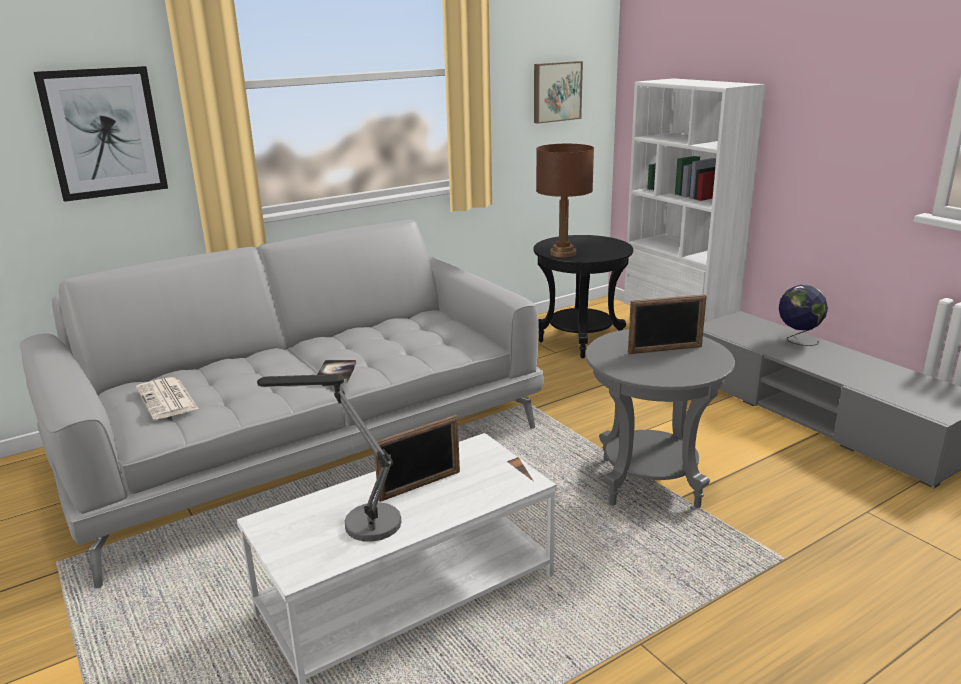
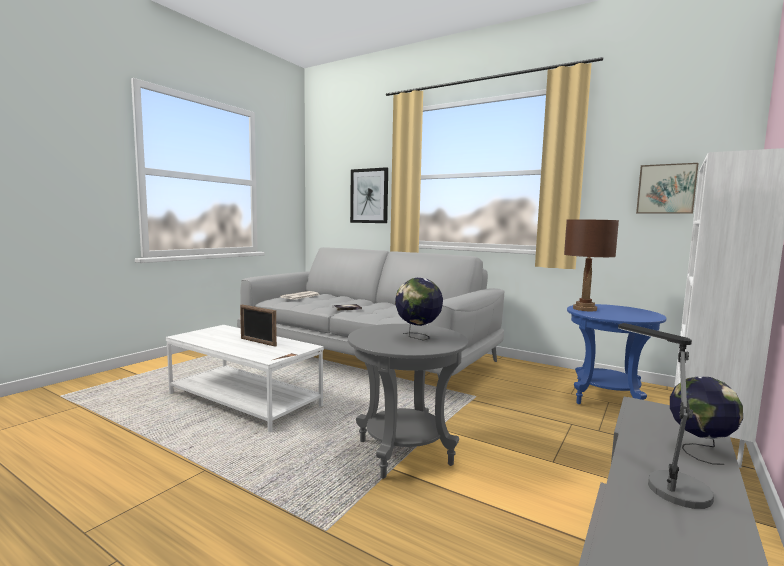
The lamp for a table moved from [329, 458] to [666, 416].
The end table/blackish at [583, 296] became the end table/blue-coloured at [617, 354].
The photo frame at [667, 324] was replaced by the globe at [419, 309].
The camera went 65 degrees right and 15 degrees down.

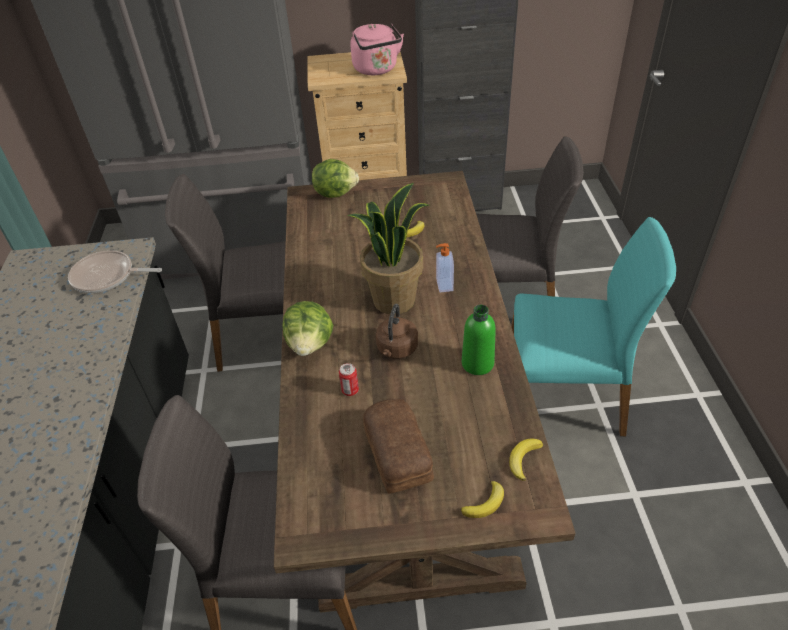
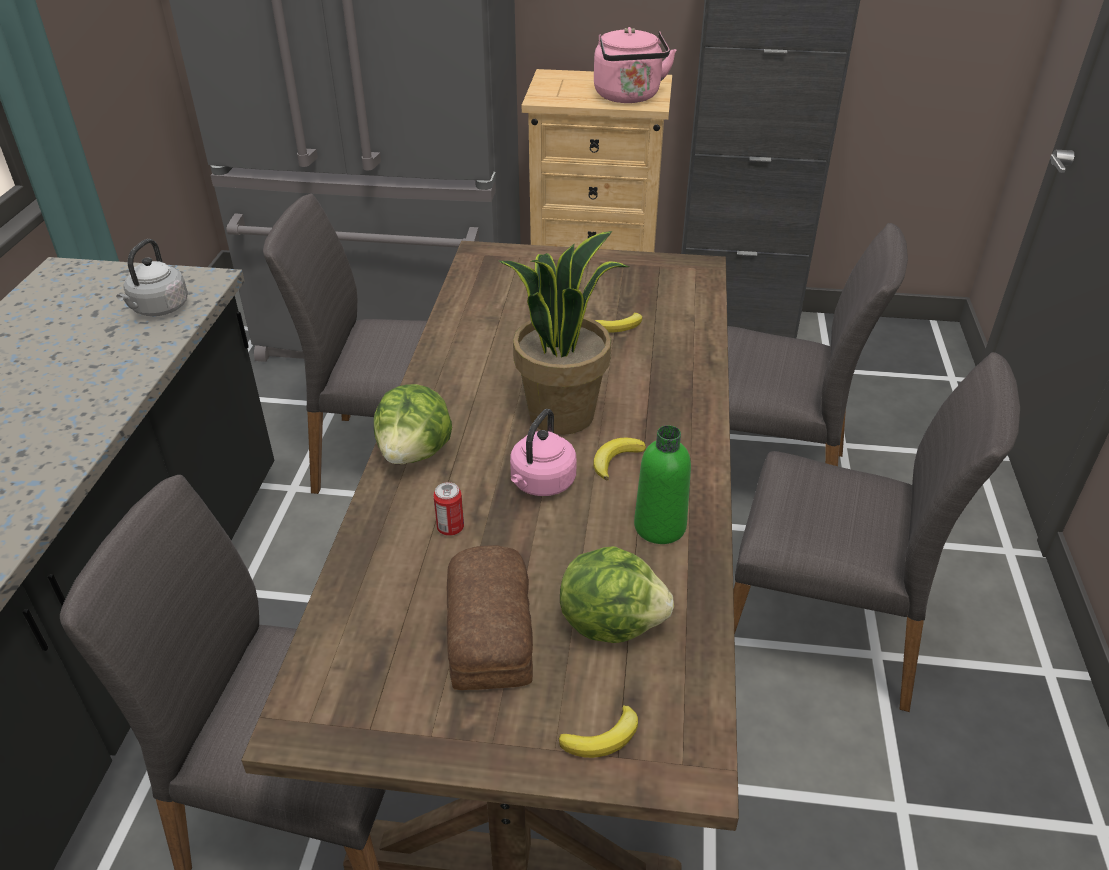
The skillet at [115, 271] was replaced by the kettle/grey at [152, 277].
The lettuce moved from [335, 178] to [617, 594].
The kettle/brown at [397, 331] became the kettle/pink at [543, 452].
The liquid soap bottle at [445, 267] disappeared.
The banana fruit moved from [526, 460] to [619, 459].
The upright chair/turquoise-coloured at [593, 327] became the upright chair/grey at [876, 532].
The camera went 10 degrees right and 5 degrees down.

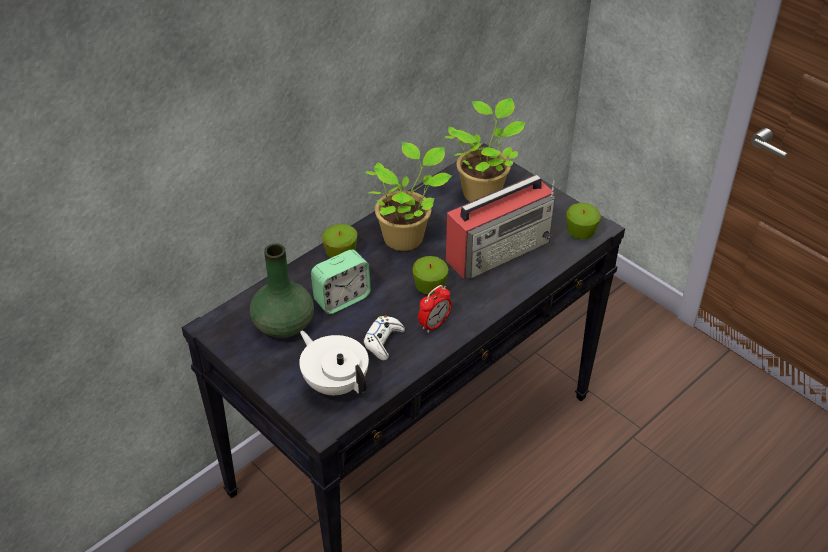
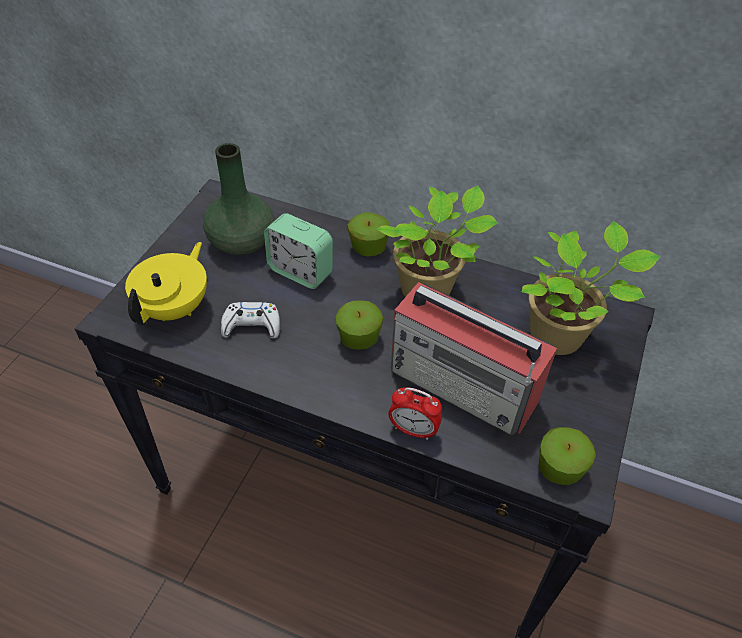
The teapot/whitish at [334, 363] became the teapot/yellow-coloured at [166, 283].
The bedside clock moved from [435, 309] to [415, 413].
The camera went 65 degrees right and 5 degrees up.

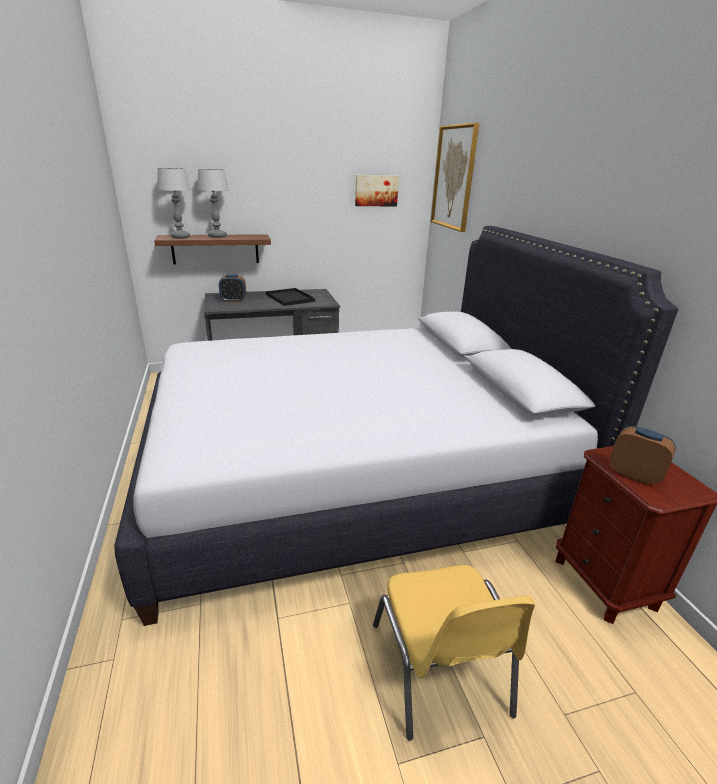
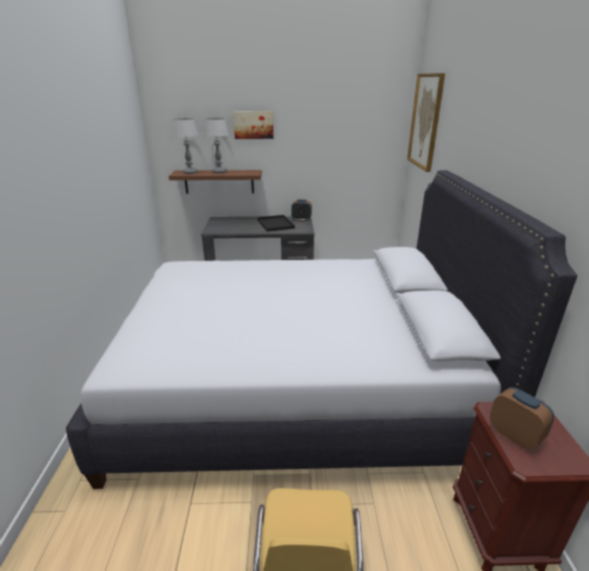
The bedside clock moved from [232, 288] to [301, 210].
The wall art moved from [377, 191] to [253, 125].
The camera went 15 degrees right and 0 degrees up.

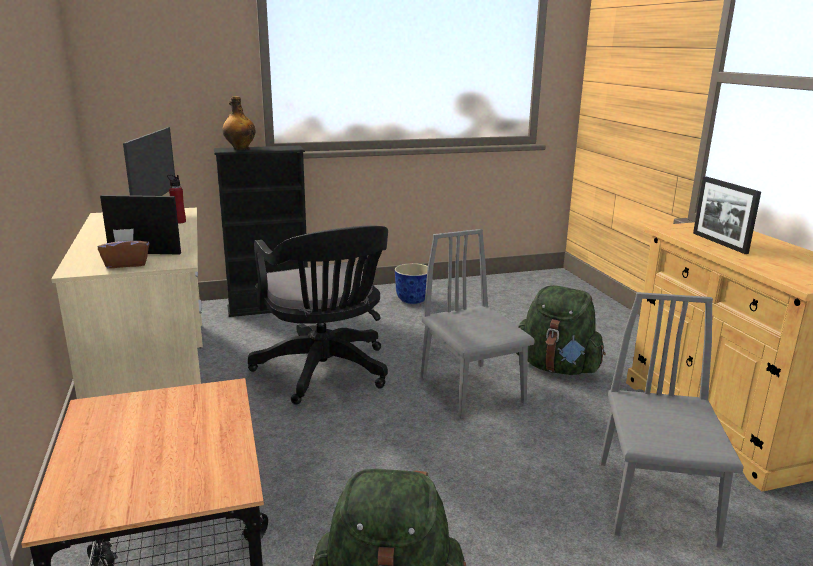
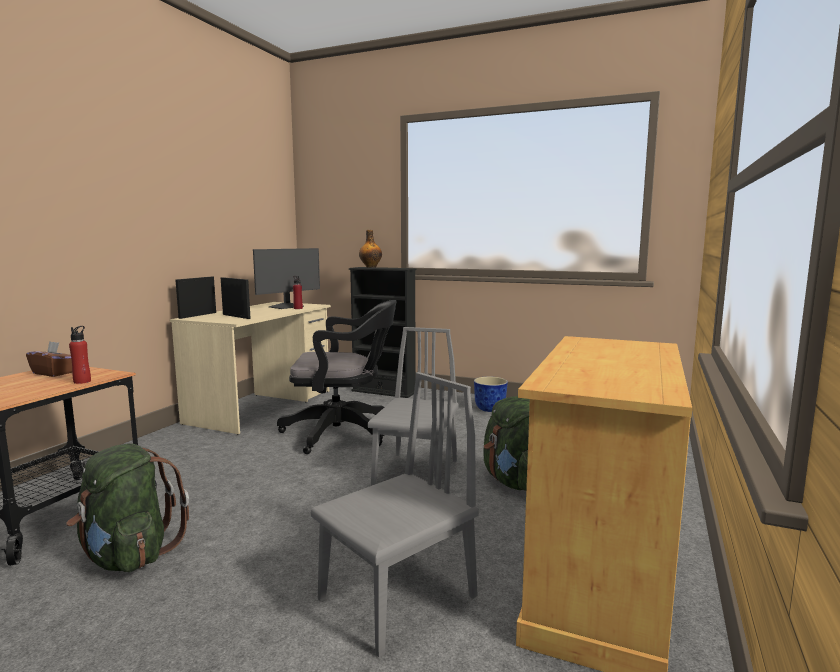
The box of tissues/brown moved from [124, 248] to [49, 359].
The desk chair/blackish at [318, 315] turned 105 degrees counterclockwise.
The photo frame moved from [727, 215] to [196, 298].
The bottle/red at [80, 355] appeared.
The camera went 40 degrees right and 10 degrees down.

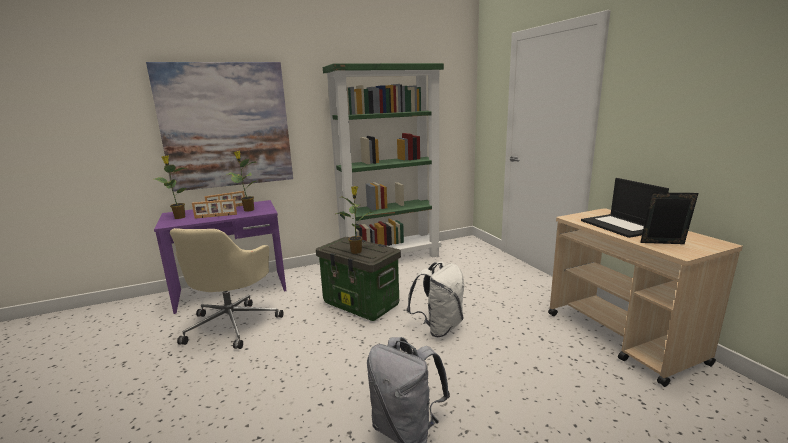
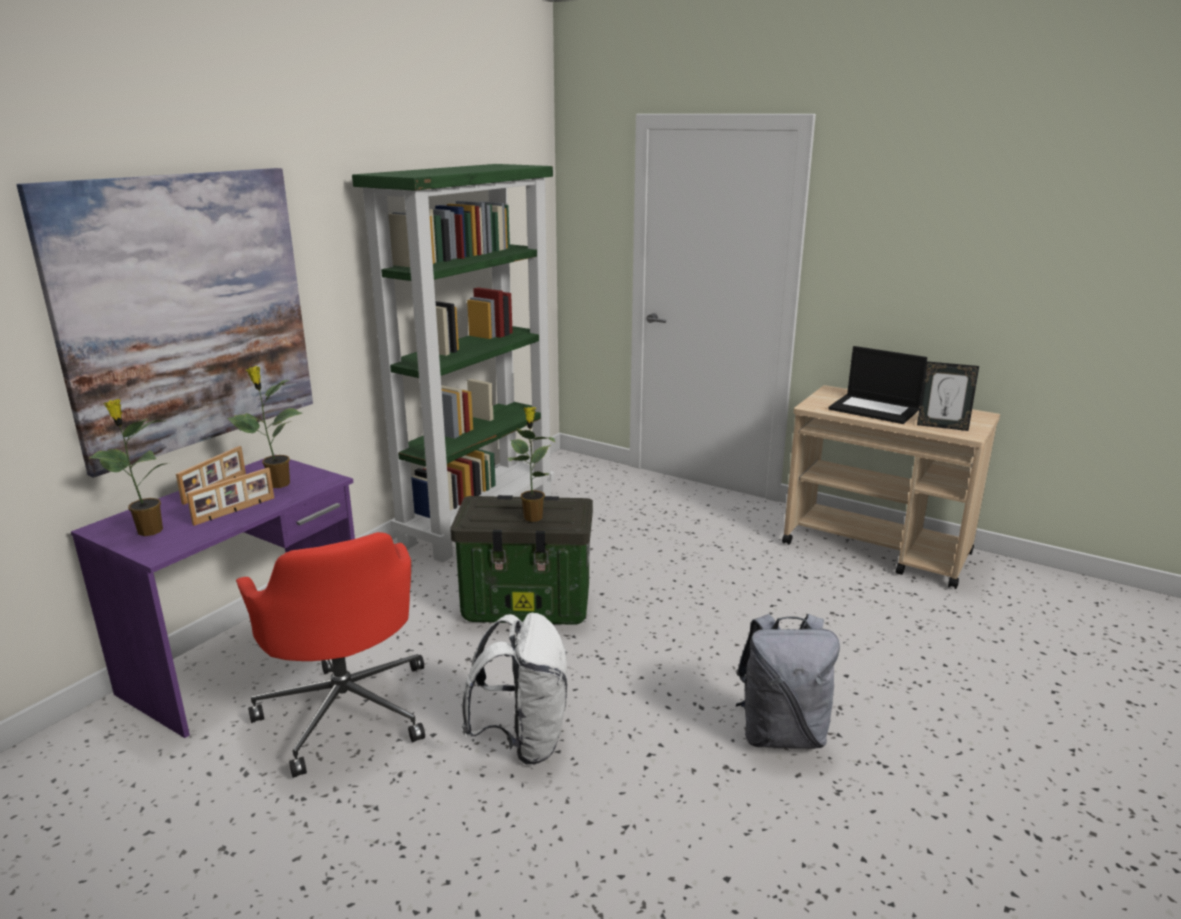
The desk chair/beige-coloured at [227, 288] became the desk chair/red at [330, 655].
The rucksack/whitish moved from [435, 299] to [514, 689].
The photo frame at [669, 218] turned 135 degrees counterclockwise.
The camera went 35 degrees left and 5 degrees up.

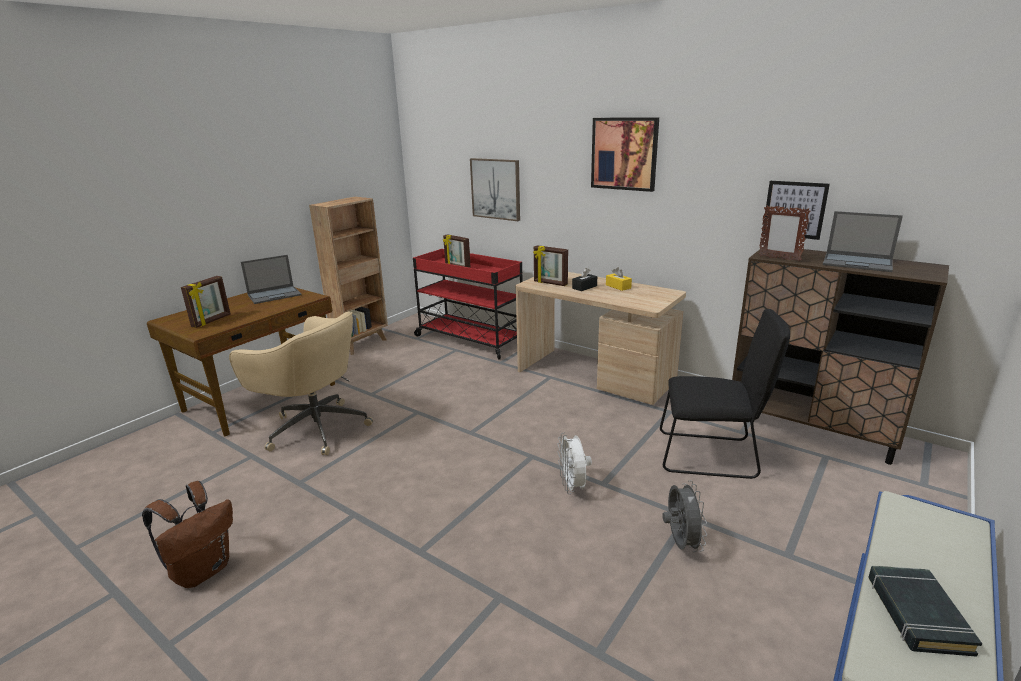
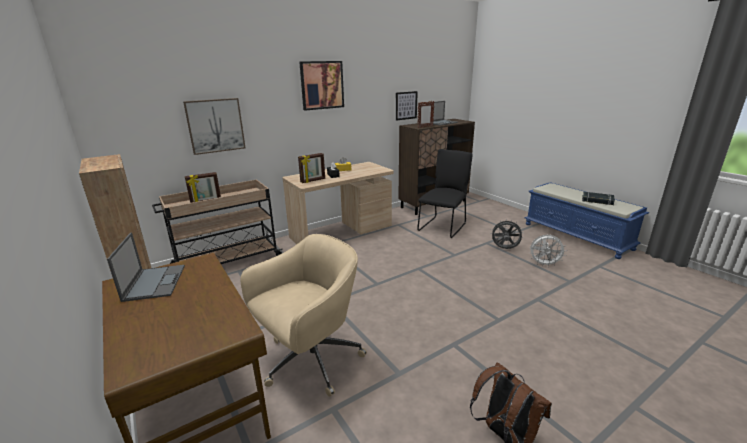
The photo frame at [205, 302] disappeared.
The cart/red at [468, 304] became the cart/beige-coloured at [217, 221].
The cooling fan/whitish moved from [574, 463] to [546, 251].
The camera went 70 degrees left and 0 degrees up.

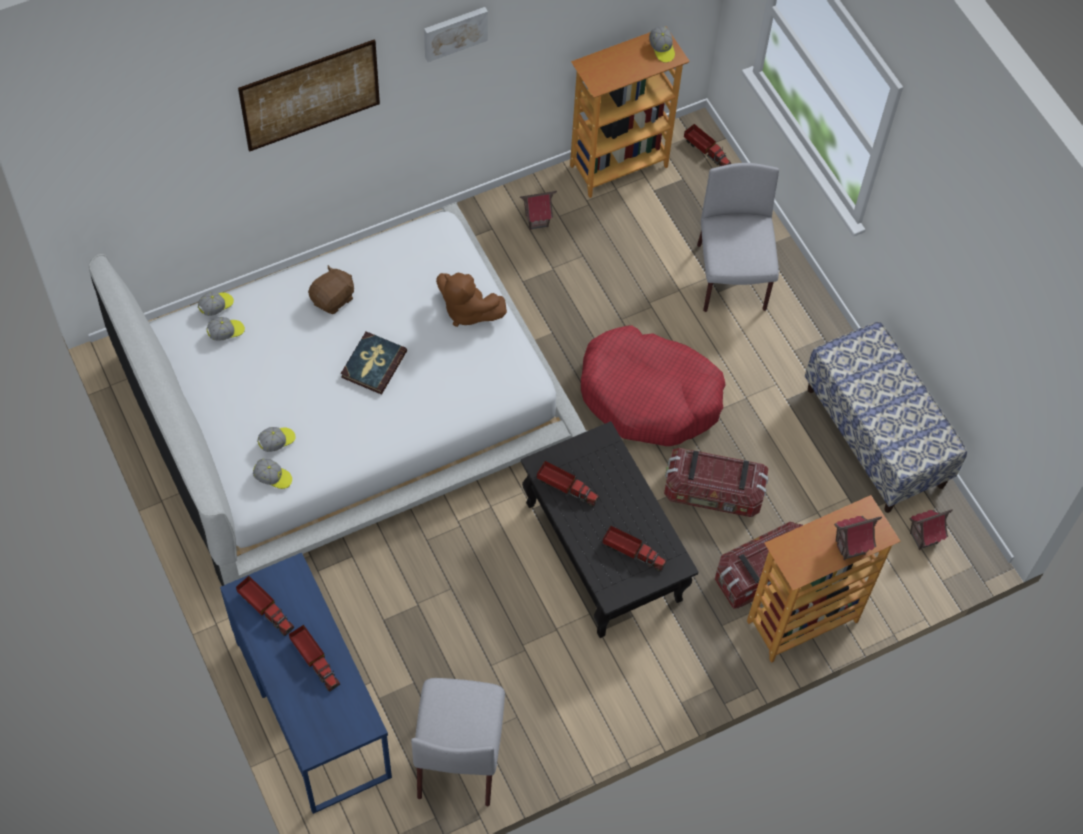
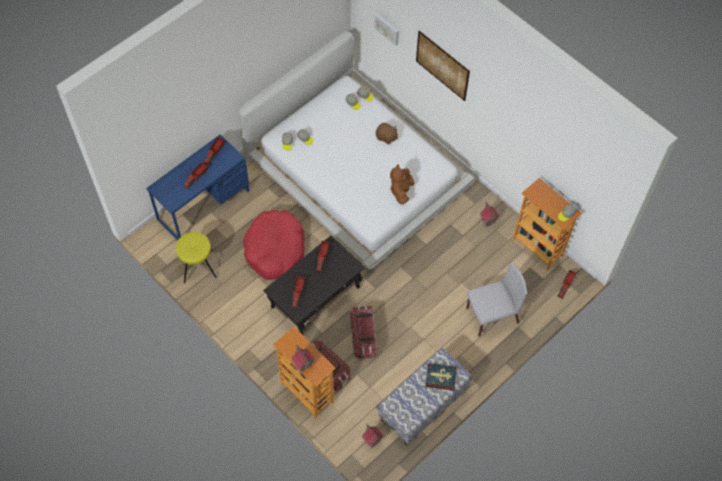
The volume moved from [374, 362] to [441, 377].
The upright chair/grey at [458, 742] was replaced by the stool seat/yellow-coloured at [196, 258].
The wall art moved from [456, 34] to [386, 29].
The dog cushion/red moved from [653, 385] to [274, 245].
The camera went 75 degrees right and 0 degrees up.

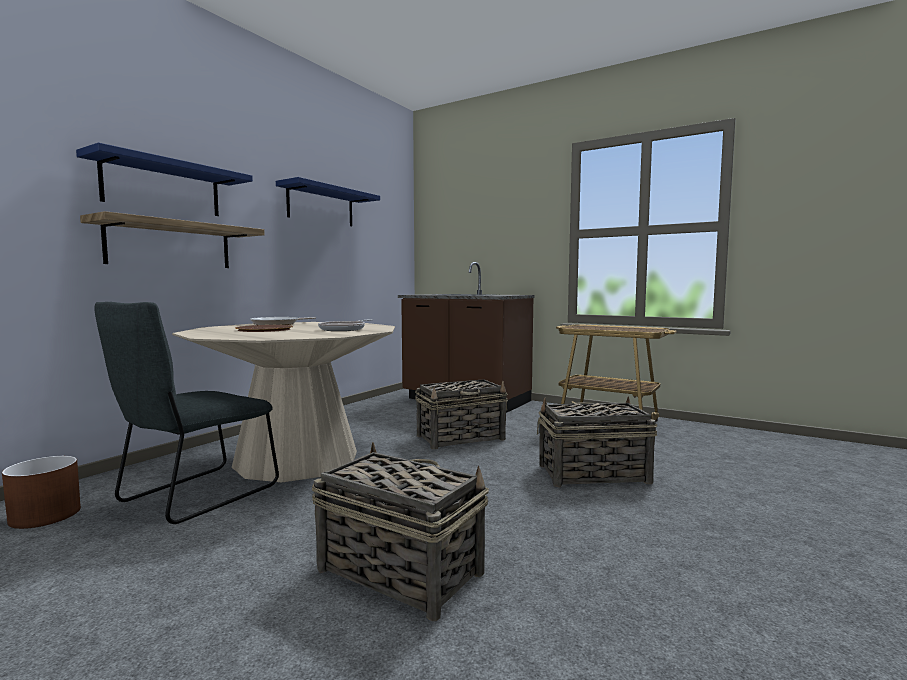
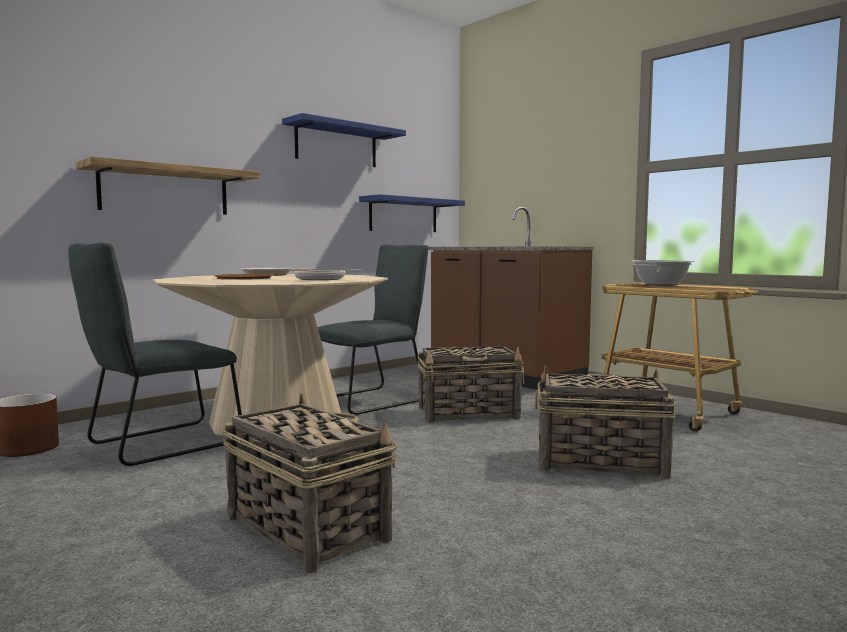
The wall shelf/blue-coloured moved from [164, 179] to [412, 213].
The upright chair/grey at [373, 329] appeared.
The cooking pot at [663, 273] appeared.
The camera went 15 degrees right and 0 degrees up.

